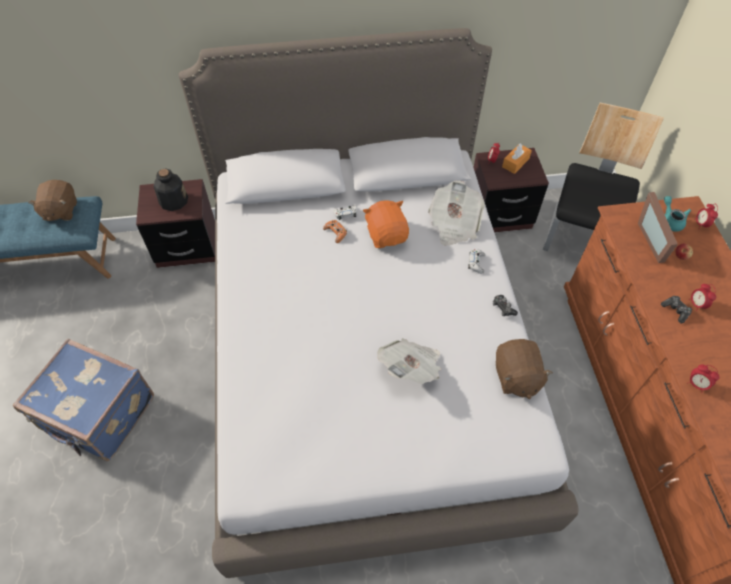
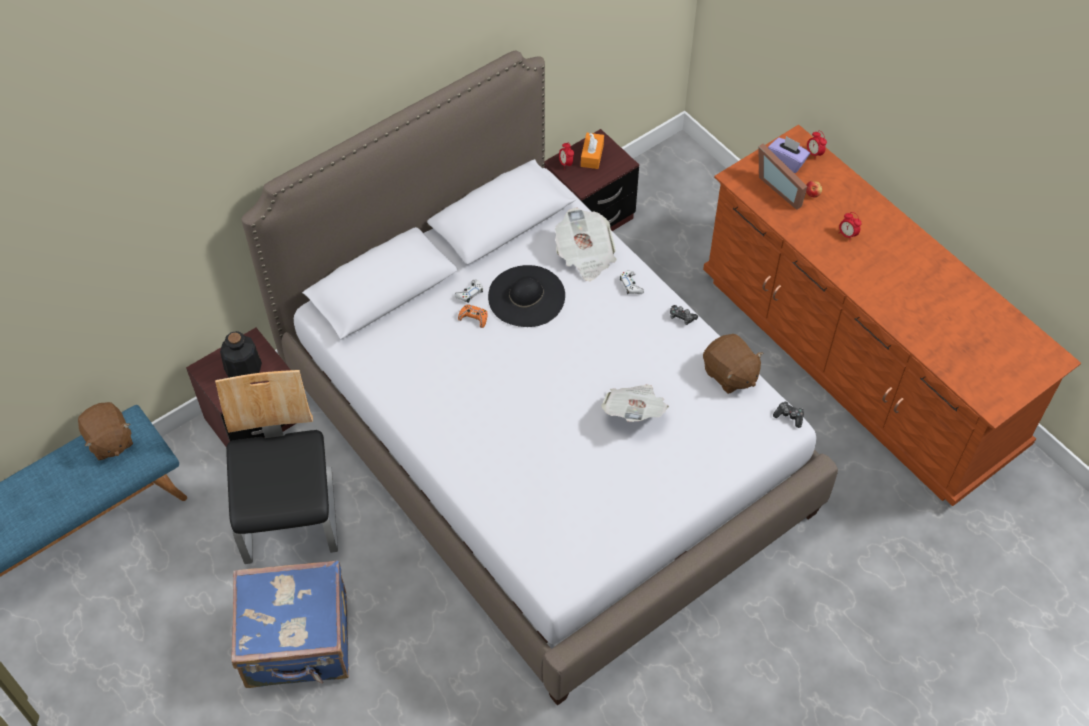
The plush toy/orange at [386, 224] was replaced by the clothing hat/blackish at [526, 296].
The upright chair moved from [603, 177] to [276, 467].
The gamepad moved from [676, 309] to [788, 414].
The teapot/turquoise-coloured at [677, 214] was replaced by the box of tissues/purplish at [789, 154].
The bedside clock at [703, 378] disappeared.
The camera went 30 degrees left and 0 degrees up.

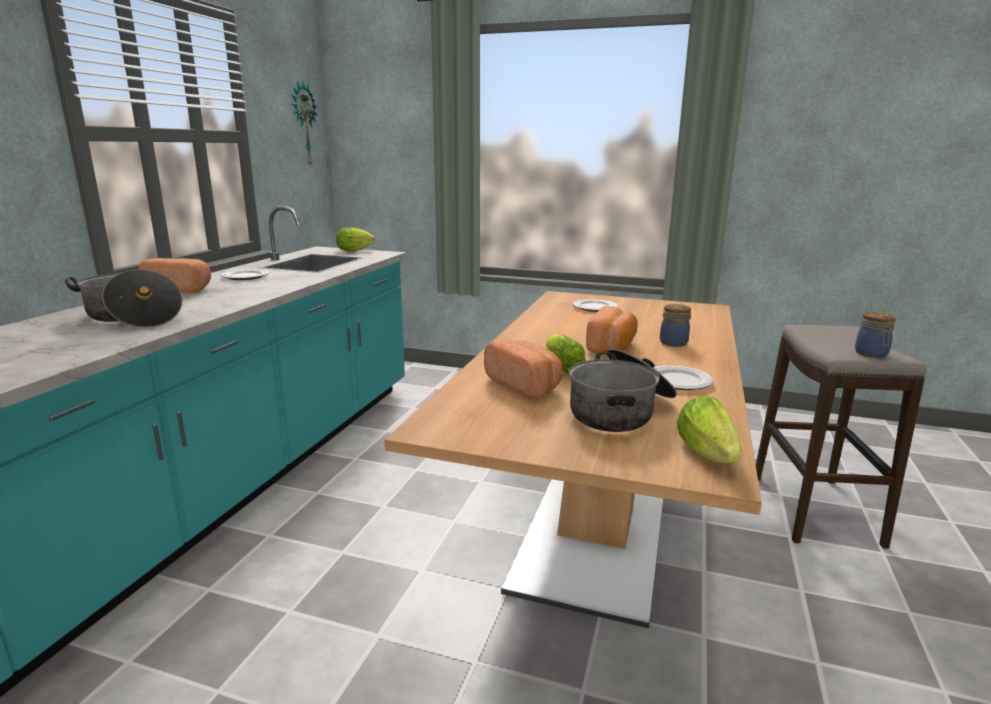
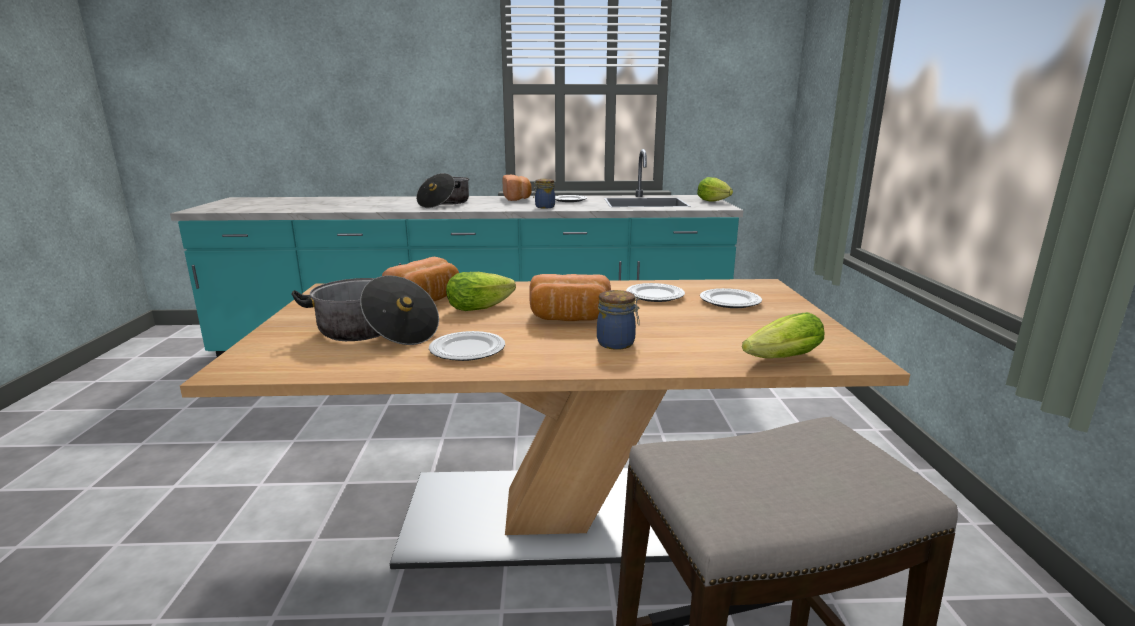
The clock on the wall at [304, 123] disappeared.
The lettuce moved from [709, 429] to [783, 335].
The jar moved from [875, 335] to [544, 193].
The plate at [655, 292] appeared.
The camera went 70 degrees right and 0 degrees up.

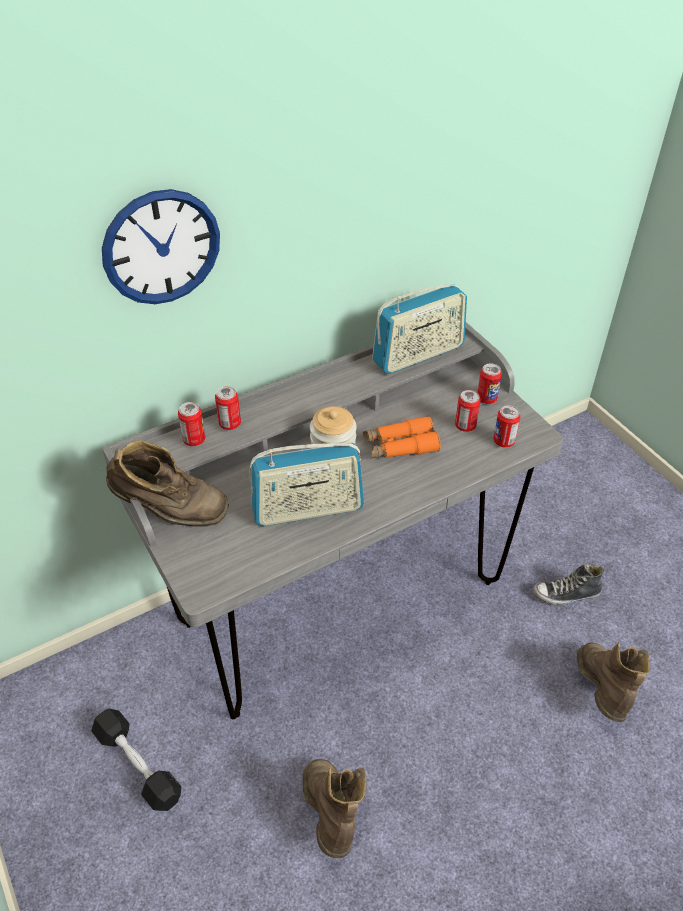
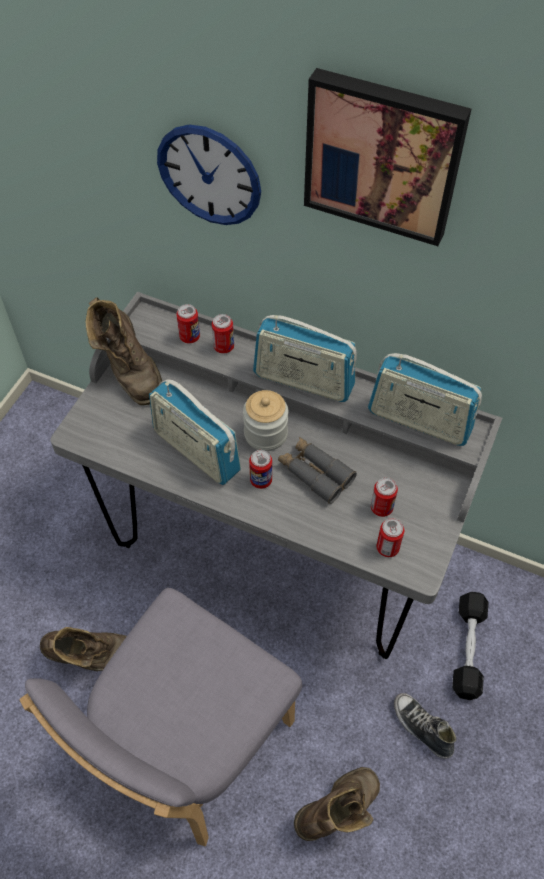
The hand weight/blackish moved from [136, 759] to [470, 646].
The boot/brown at [334, 808] turned 45 degrees clockwise.
The field glasses/orange at [402, 437] became the field glasses/grey at [317, 470].
The metal can moved from [489, 383] to [260, 469].
The upright chair/grey at [160, 717] appeared.
The radio receiver at [305, 358] appeared.
The wall art at [387, 157] appeared.
The camera went 55 degrees right and 10 degrees up.

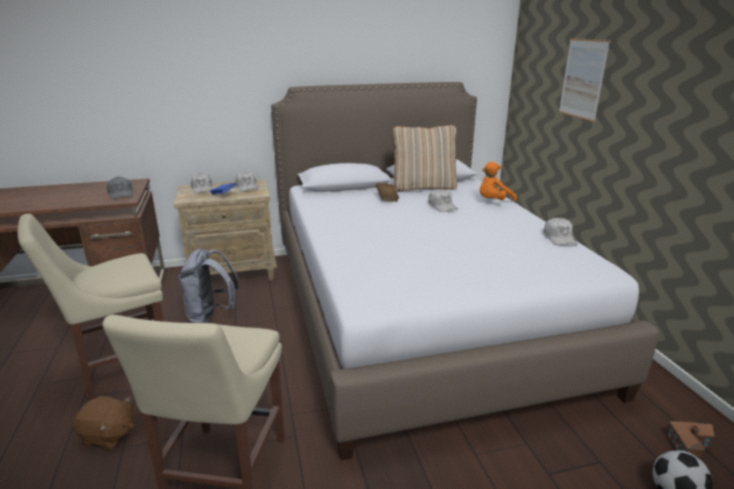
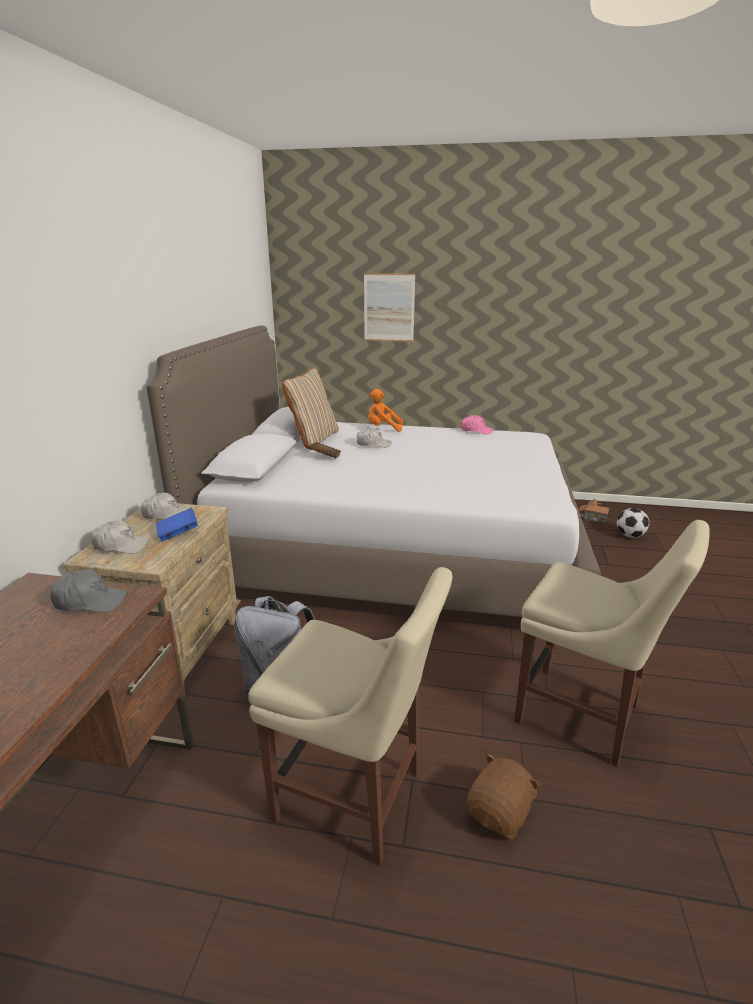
The upright chair/beige-coloured at [90, 307] turned 60 degrees counterclockwise.
The plush toy/orange at [498, 181] turned 105 degrees clockwise.
The cap/whitish at [560, 231] became the cap/pink at [477, 425].
The camera went 65 degrees left and 0 degrees up.

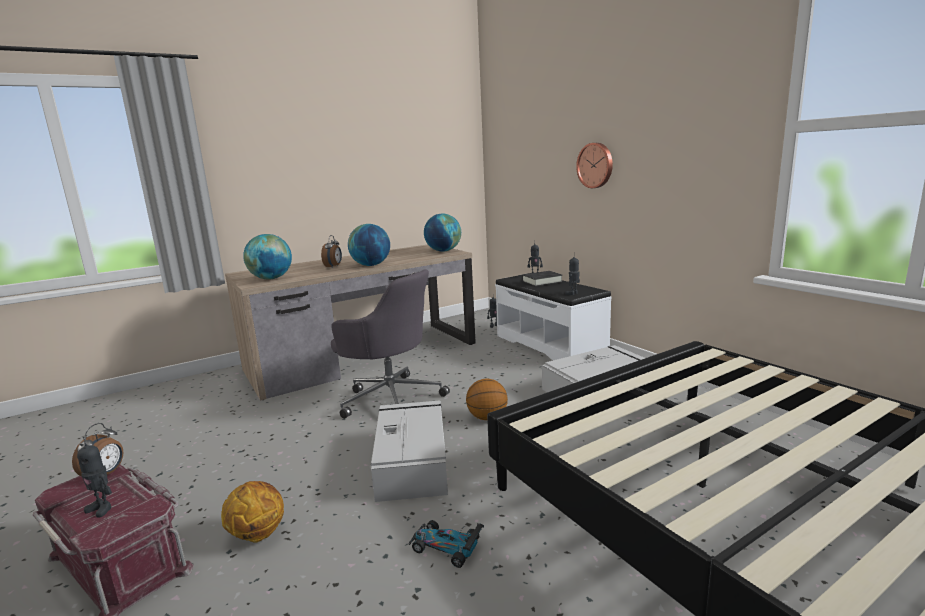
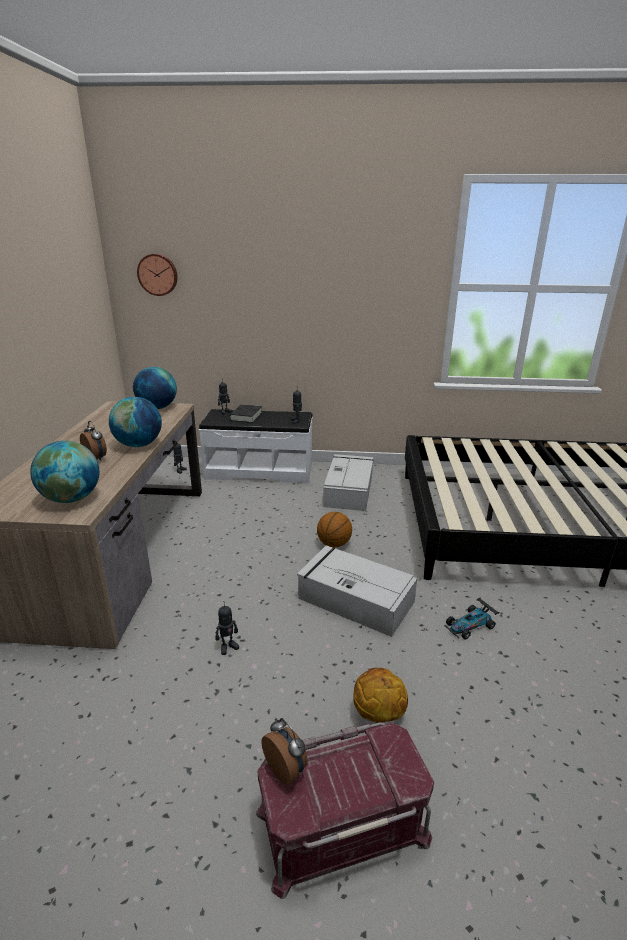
The toy robot moved from [94, 477] to [227, 630].
The desk chair/grey at [390, 344] disappeared.
The clock on the wall moved from [594, 165] to [157, 275].
The camera went 55 degrees left and 10 degrees up.

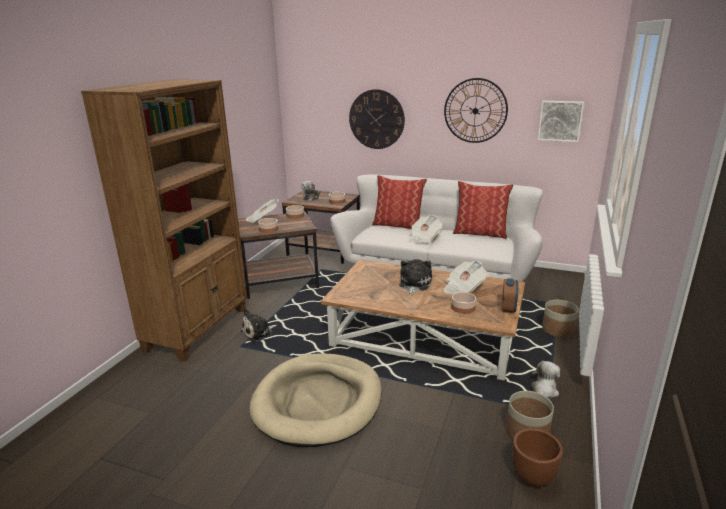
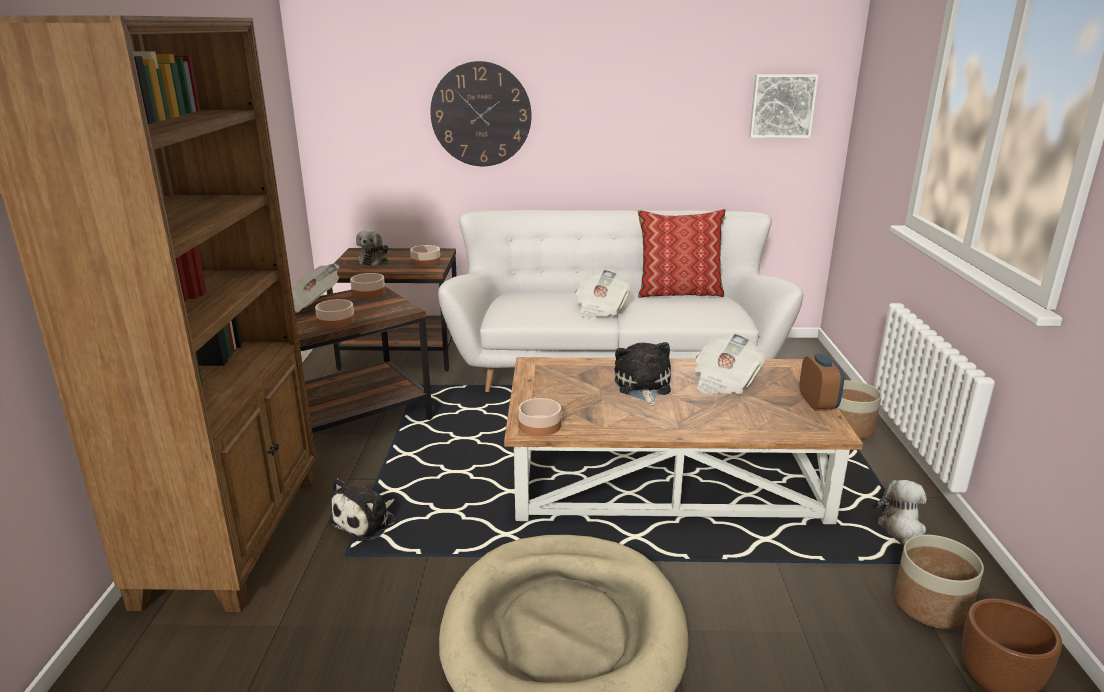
The cushion at [399, 202] disappeared.
The clock on the wall at [476, 110] disappeared.
The bowl moved from [463, 303] to [539, 417].
The camera went 20 degrees left and 0 degrees up.

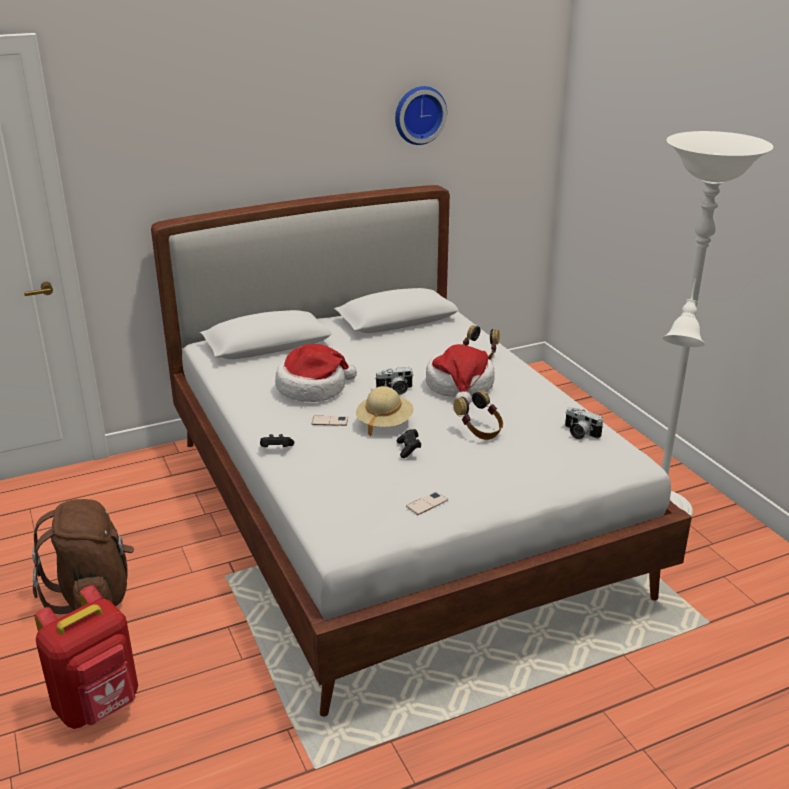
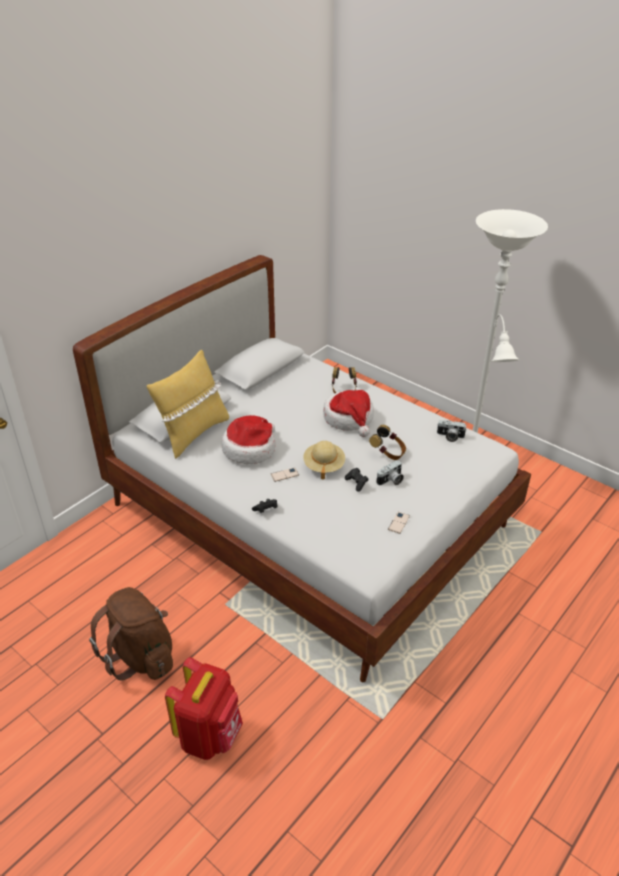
The photo camera moved from [395, 381] to [390, 472].
The clock on the wall at [421, 115] disappeared.
The cushion/yellow-coloured at [188, 404] appeared.
The camera went 25 degrees left and 10 degrees up.

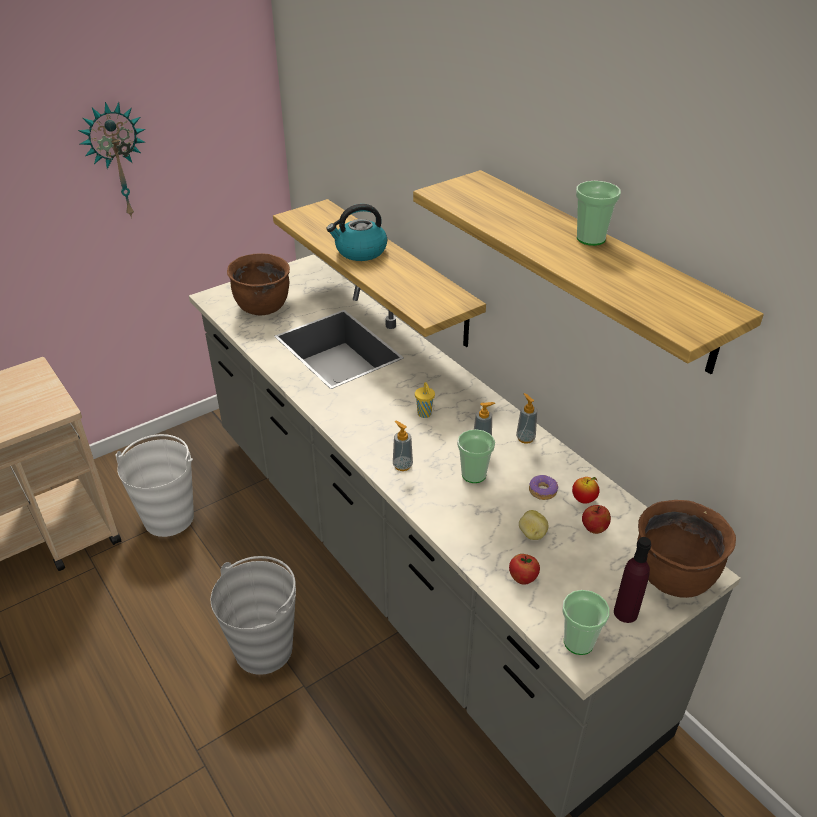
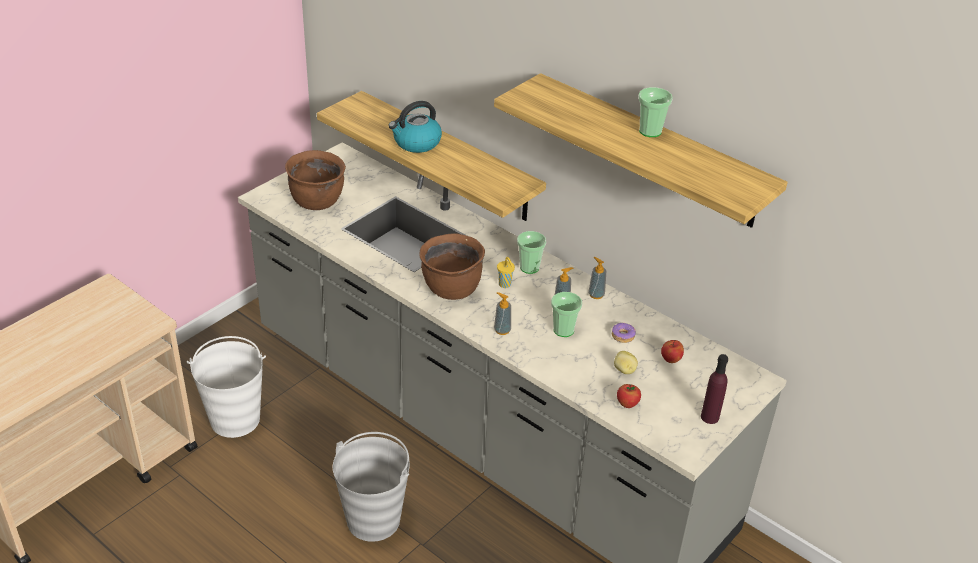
The clock on the wall at [111, 160] disappeared.
The cup moved from [586, 622] to [531, 252].
The whole apple at [586, 490] disappeared.
The cooking pot/brown moved from [686, 549] to [452, 266].
The camera went 15 degrees left and 0 degrees up.

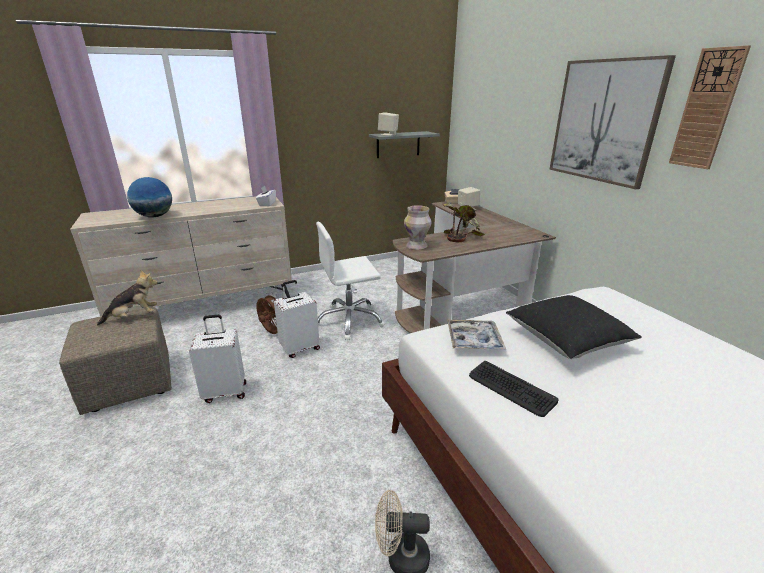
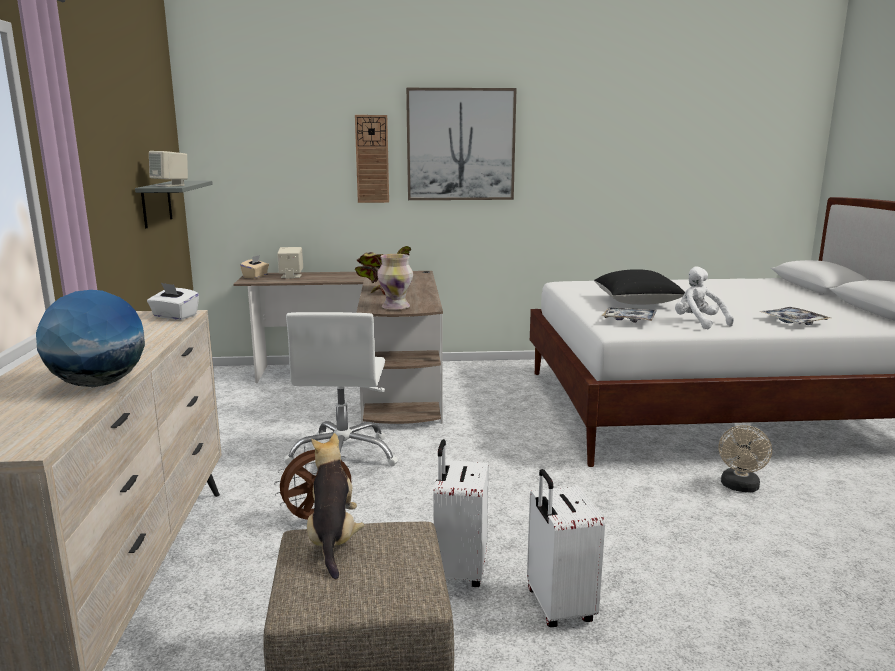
The suitcase/whitish moved from [297, 319] to [566, 548].
The PC keyboard at [514, 389] was replaced by the plush toy/whitish at [704, 297].
The clock on the wall moved from [710, 107] to [372, 159].
The tray at [795, 316] appeared.
The camera went 70 degrees left and 10 degrees down.

